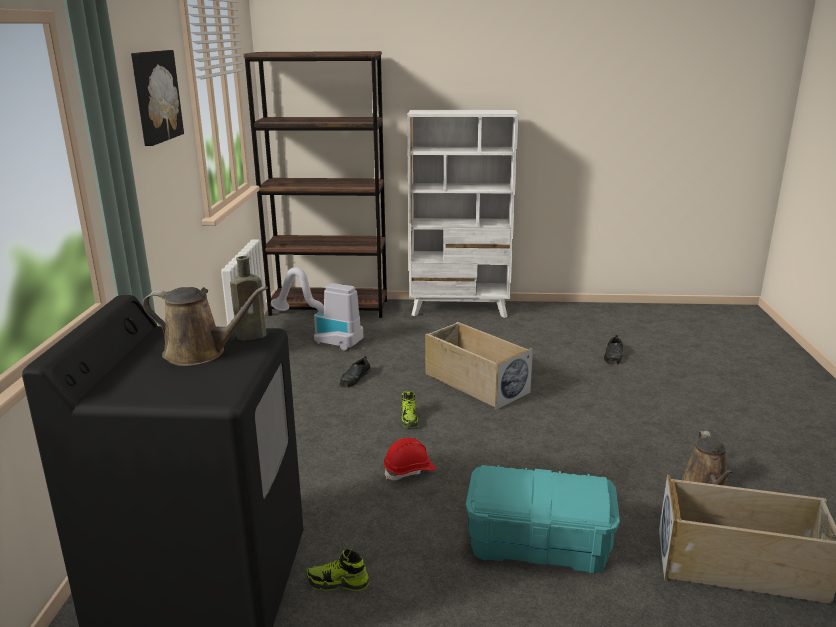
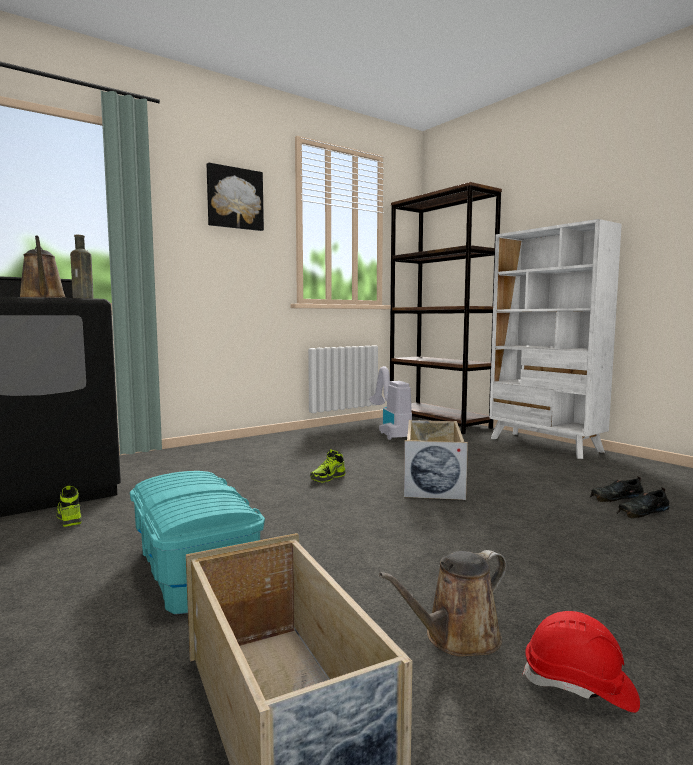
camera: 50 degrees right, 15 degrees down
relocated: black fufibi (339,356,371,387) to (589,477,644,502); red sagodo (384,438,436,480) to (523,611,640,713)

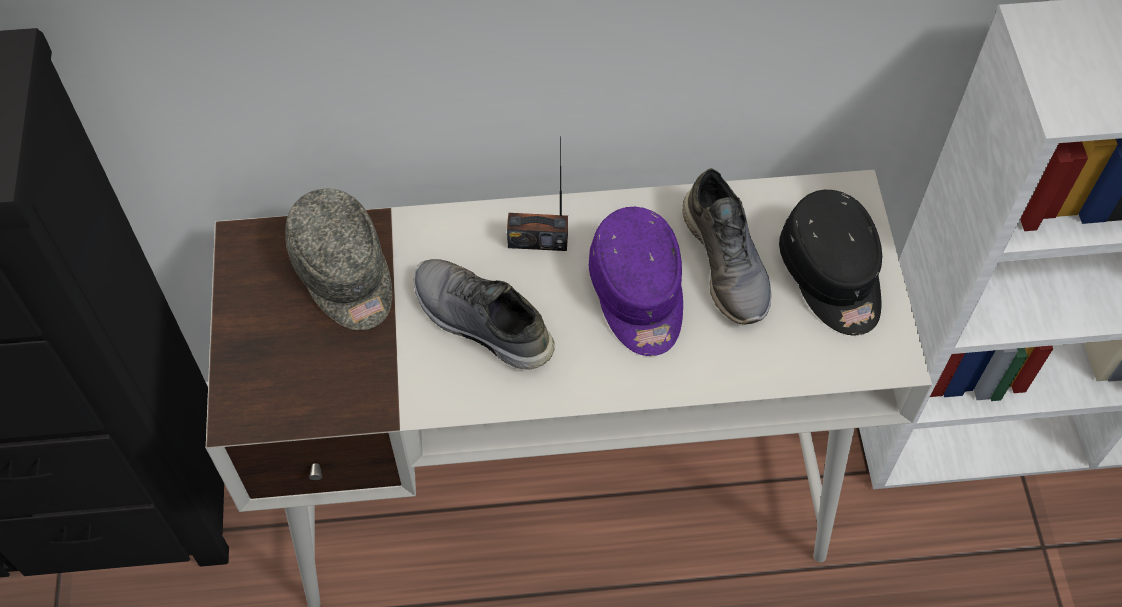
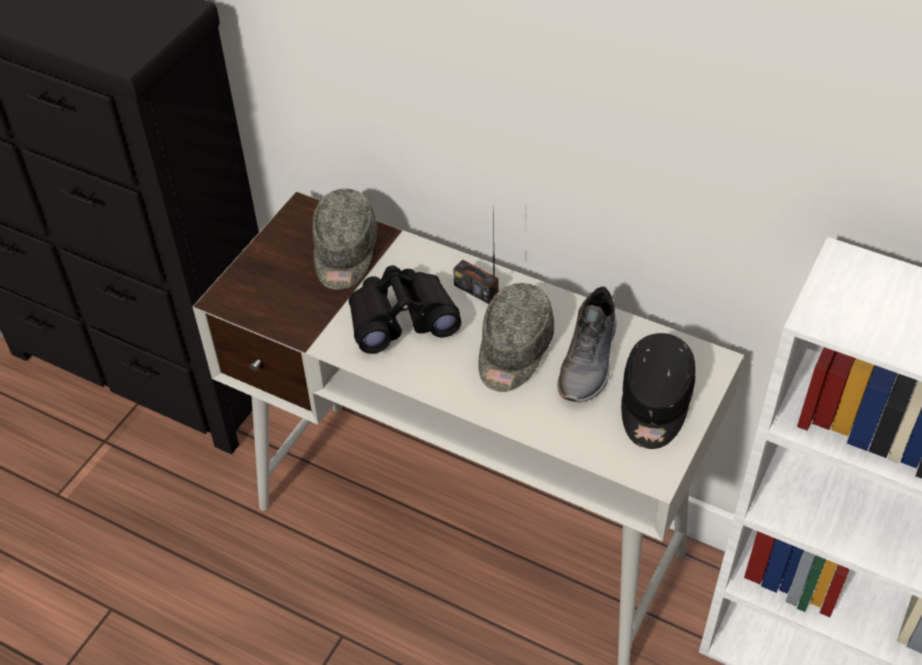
camera: 35 degrees right, 10 degrees down
exchanged: grey fufibi (413,259,555,369) to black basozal (349,265,461,354)
colour: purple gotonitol (589,207,683,356) to grey gotonitol (478,283,554,392)

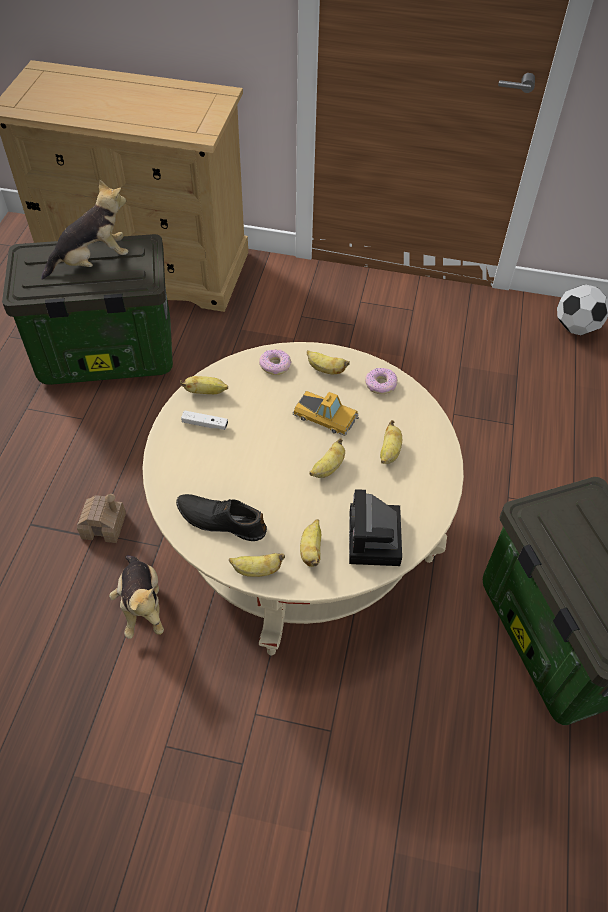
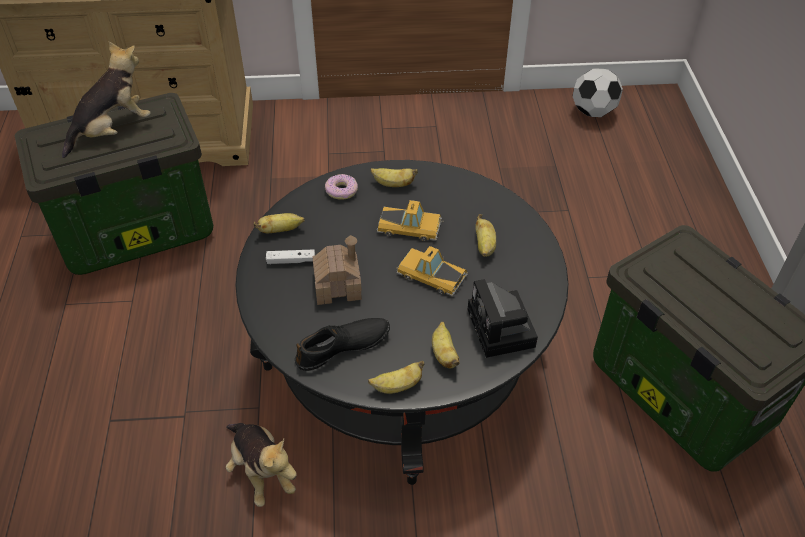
camera: 15 degrees left, 5 degrees down
missing: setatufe (365,368,398,394)
relocated: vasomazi (77,494,126,543) to (313,235,362,305)
exchanged: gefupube (309,438,345,478) to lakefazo (396,246,468,296)
colour: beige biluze (142,342,464,655) to black biluze (235,160,568,485)
spun: black fufibi (176,494,267,541) = (295,318,390,371) 150 degrees clockwise

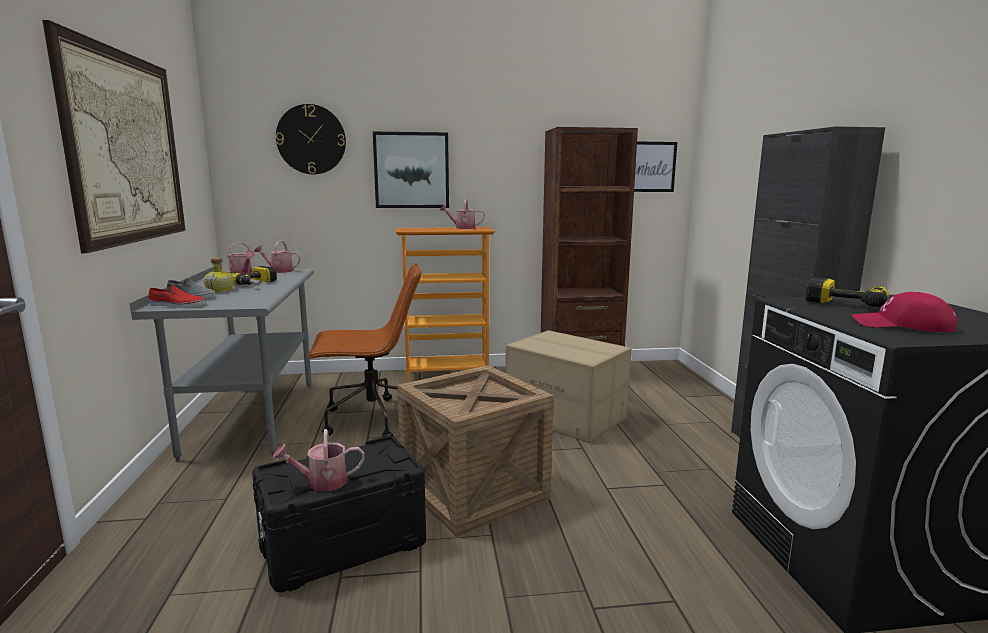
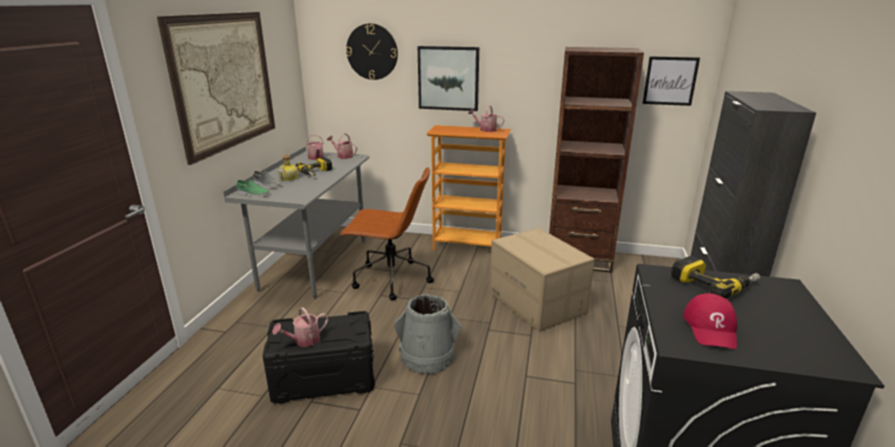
camera: 20 degrees right, 10 degrees up
exchanged: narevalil (397,365,554,537) to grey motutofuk (394,294,462,374)
colour: red fufibi (148,285,205,308) to green fufibi (237,180,269,197)
spun: red gotonitol (851,292,957,332) = (683,293,737,349) 120 degrees counterclockwise; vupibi (272,429,365,492) = (272,307,328,347) 45 degrees counterclockwise

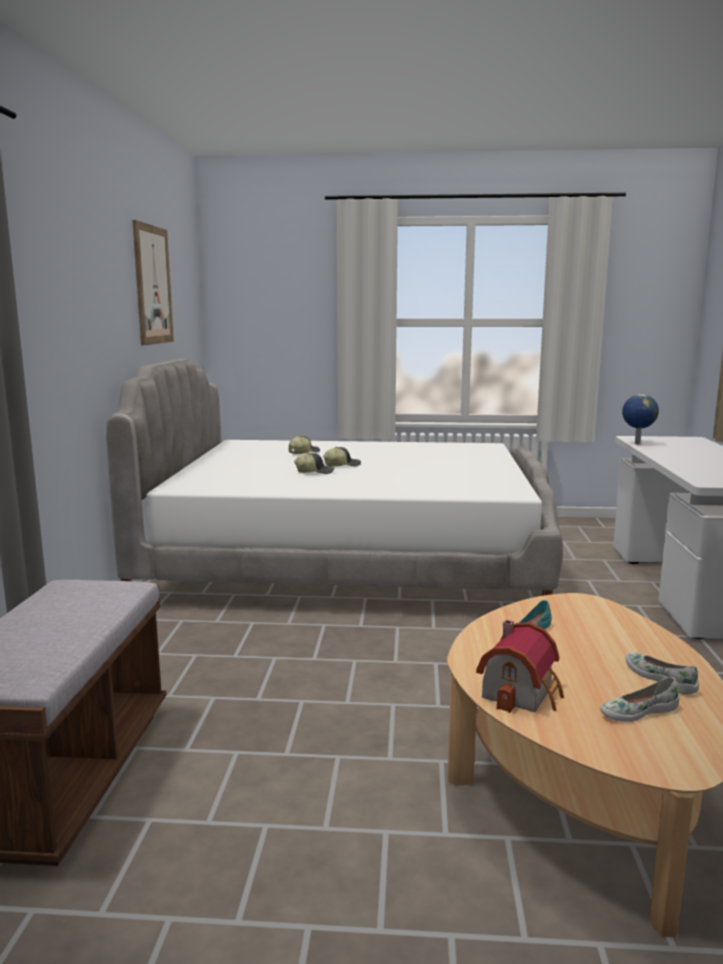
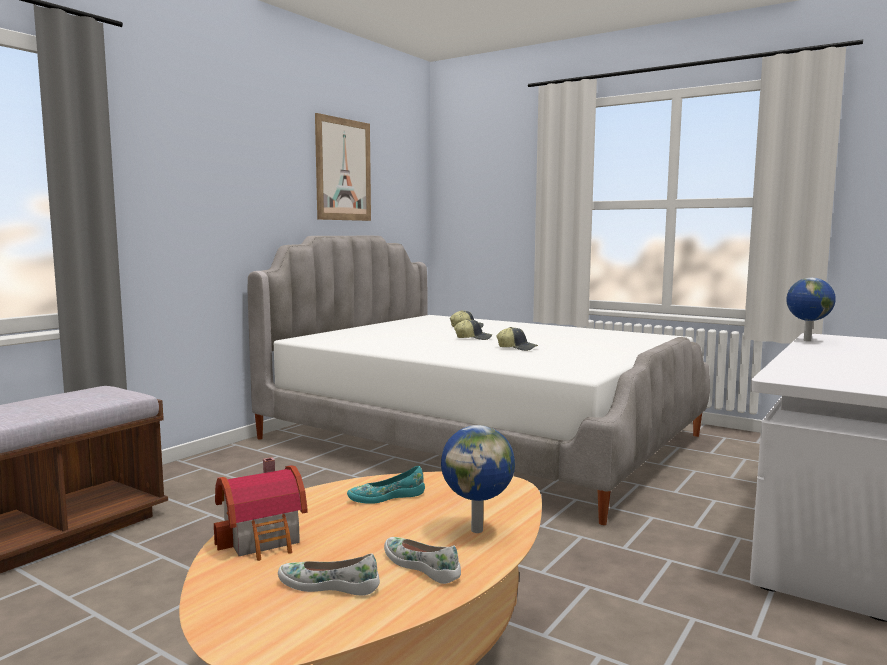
camera: 30 degrees right, 5 degrees down
appeared: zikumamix (441,425,515,533)
relocated: gotonitol (294,452,335,474) to (497,327,538,351)
spun: white fufibi (625,652,699,695) = (384,537,461,584) 45 degrees counterclockwise

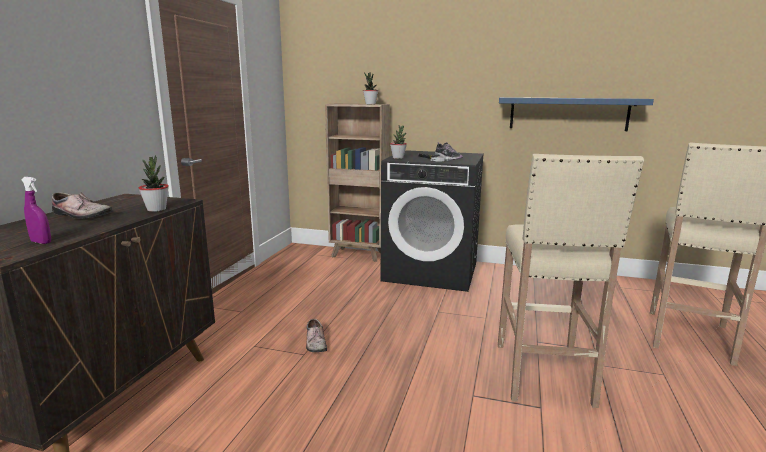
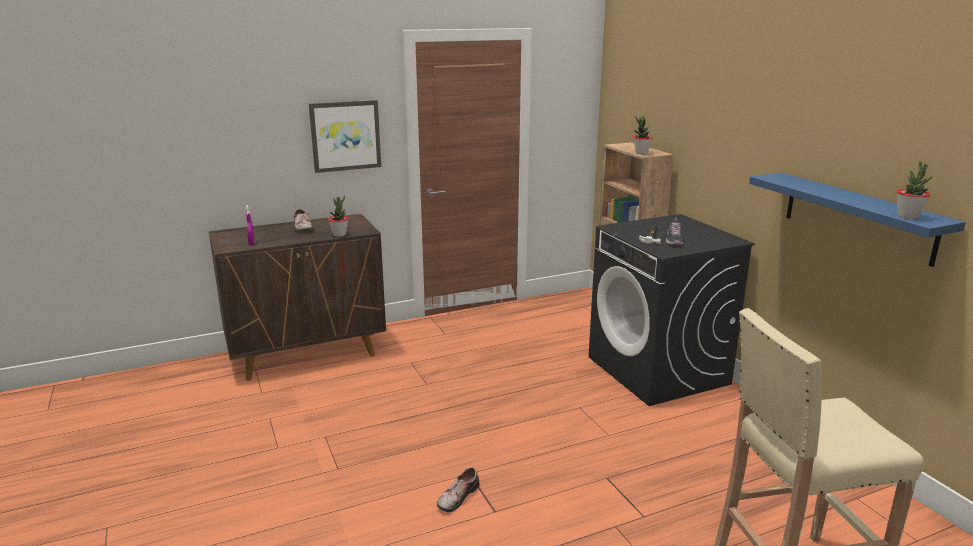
camera: 50 degrees right, 5 degrees up
missing: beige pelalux (498,154,644,408)
appeared: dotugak (309,100,381,173)
relocated: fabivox (390,125,407,159) to (897,161,933,219); fufibi (306,319,327,352) to (437,467,480,512)

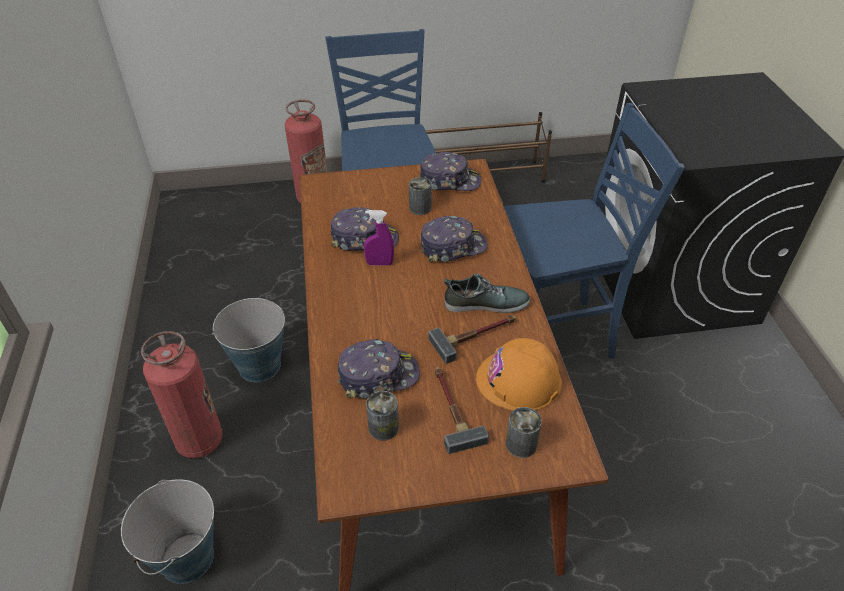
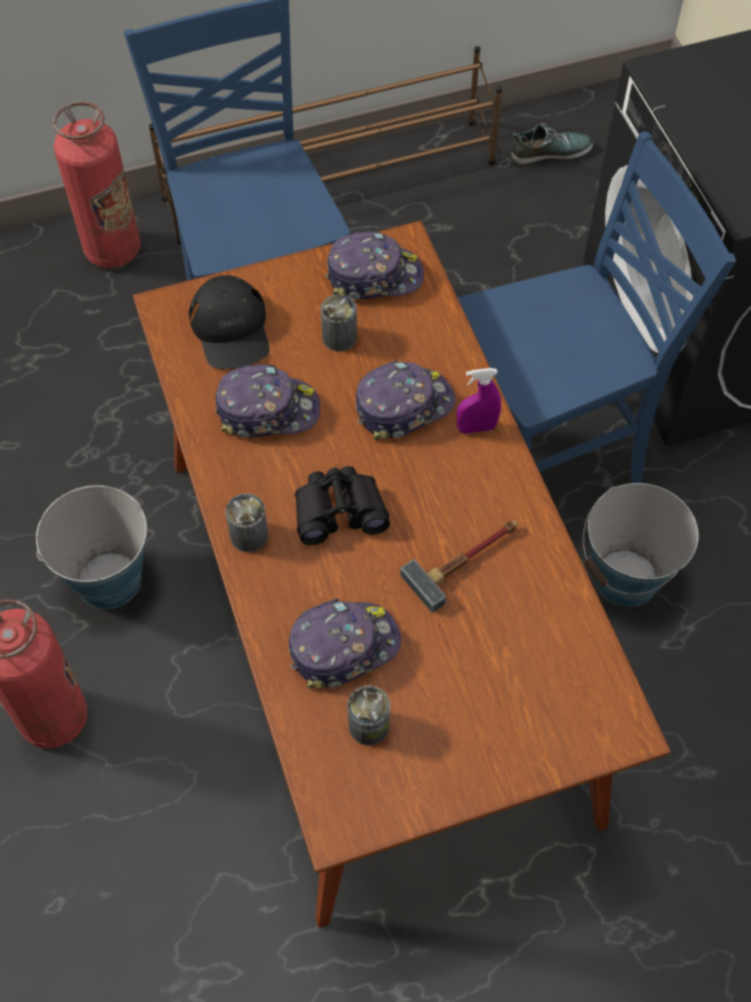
camera: 10 degrees left, 15 degrees up
missing: orange sagodo (476,338,562,411); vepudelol (435,367,489,454)
appeared: black gotonitol (189,275,270,369); black basozal (295,466,390,545)
relocated: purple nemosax (364,210,394,266) to (457,368,501,434); fufibi (444,274,530,313) to (511,123,593,164); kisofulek (506,407,542,458) to (225,493,268,553); motutofuk (121,479,214,584) to (583,483,698,607)

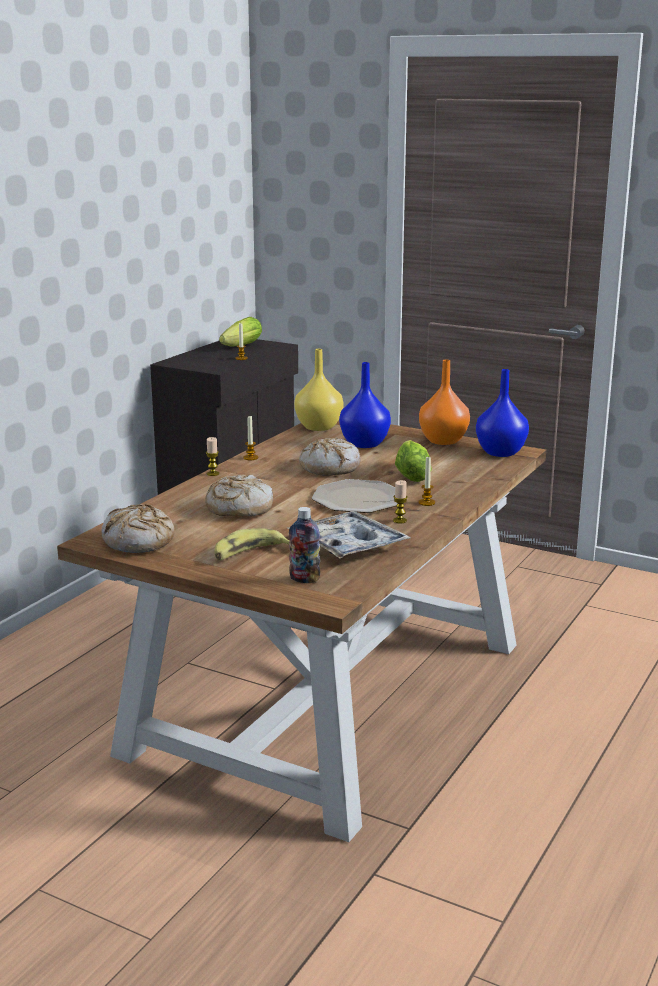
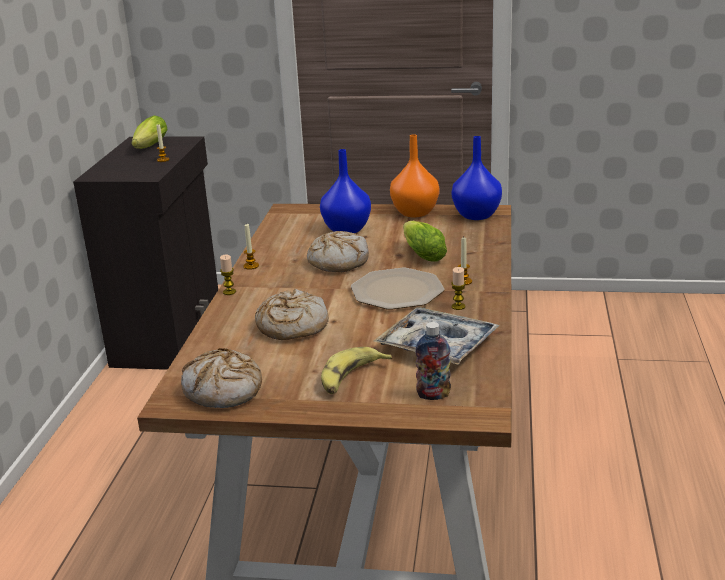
camera: 20 degrees left, 5 degrees up
missing: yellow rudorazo (294,349,344,431)

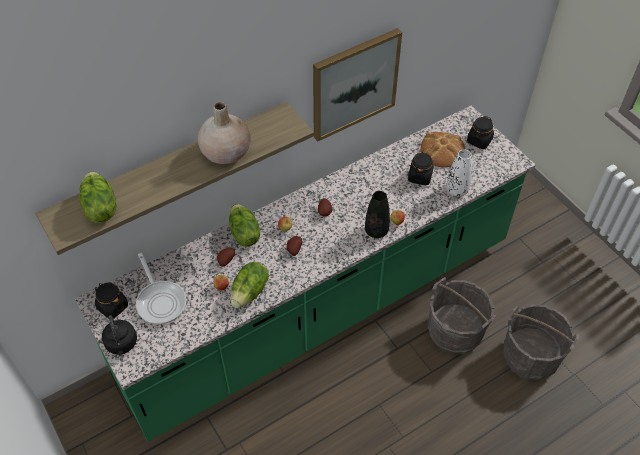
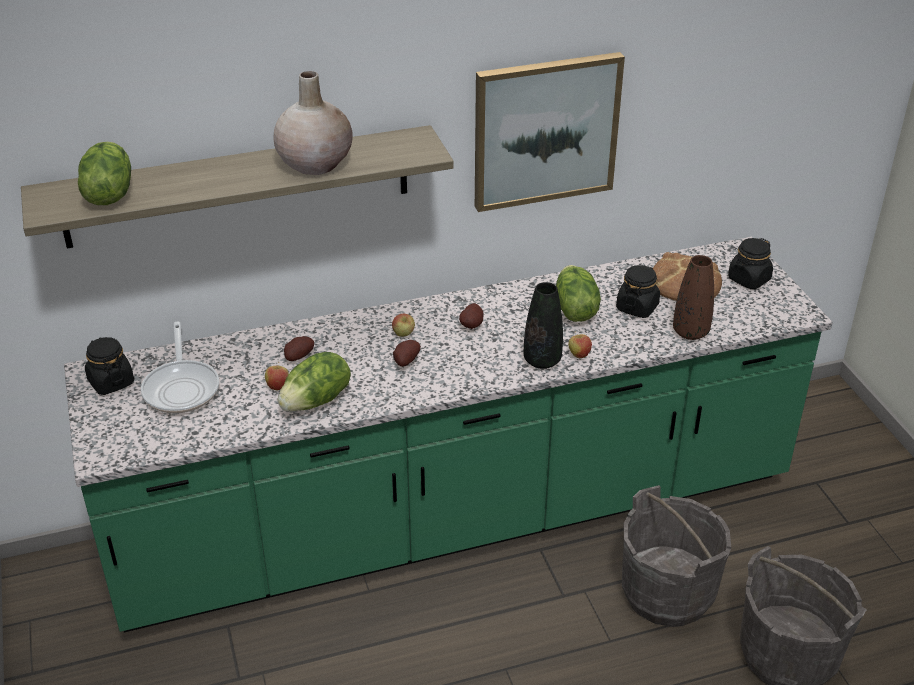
camera: 15 degrees right, 15 degrees down
missing: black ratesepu (102,315,137,356)
relocated: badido (229,204,260,247) to (556,265,601,322)
colour: white rudorazo (446,149,472,196) to brown rudorazo (673,255,714,340)

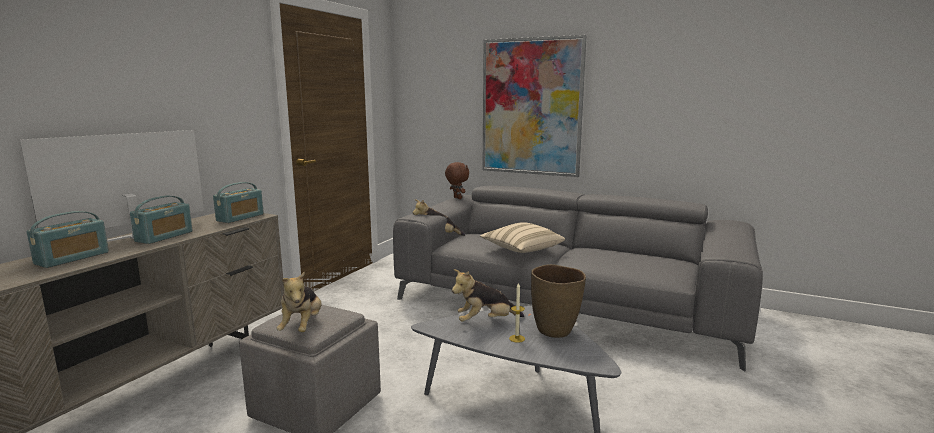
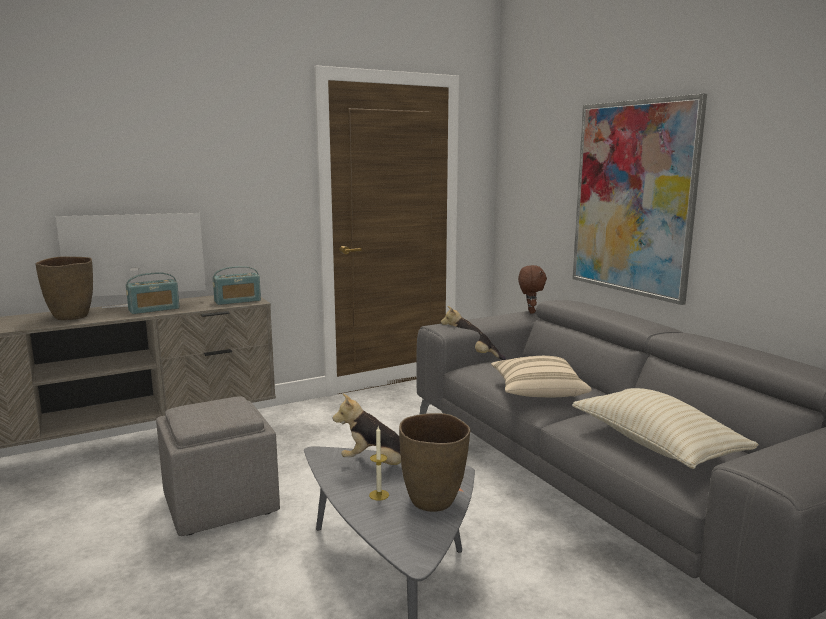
camera: 35 degrees right, 0 degrees up
missing: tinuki (277,271,321,332)
appeared: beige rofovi (572,388,759,469)
exchanged: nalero (27,211,109,268) to brown rudorazo (35,256,93,320)

